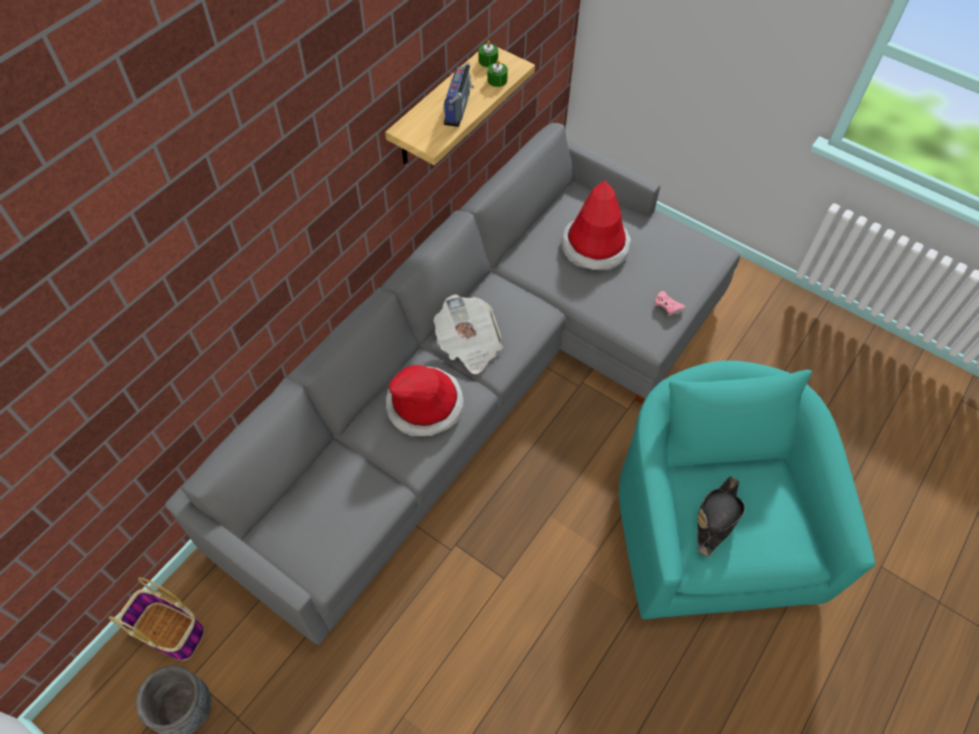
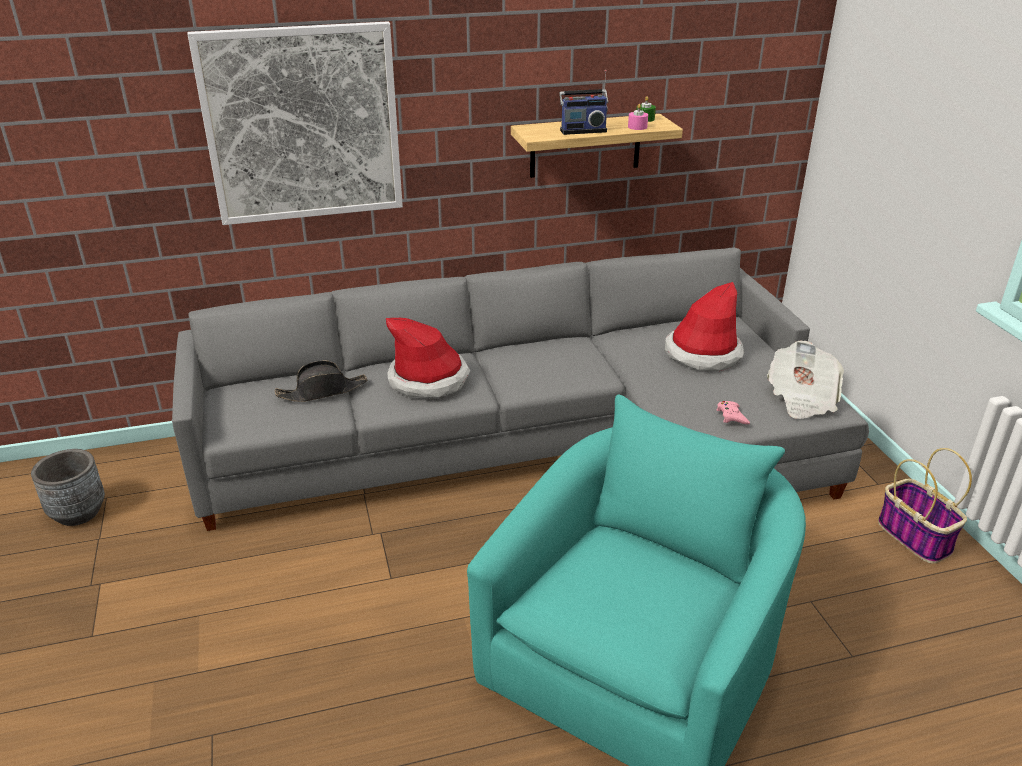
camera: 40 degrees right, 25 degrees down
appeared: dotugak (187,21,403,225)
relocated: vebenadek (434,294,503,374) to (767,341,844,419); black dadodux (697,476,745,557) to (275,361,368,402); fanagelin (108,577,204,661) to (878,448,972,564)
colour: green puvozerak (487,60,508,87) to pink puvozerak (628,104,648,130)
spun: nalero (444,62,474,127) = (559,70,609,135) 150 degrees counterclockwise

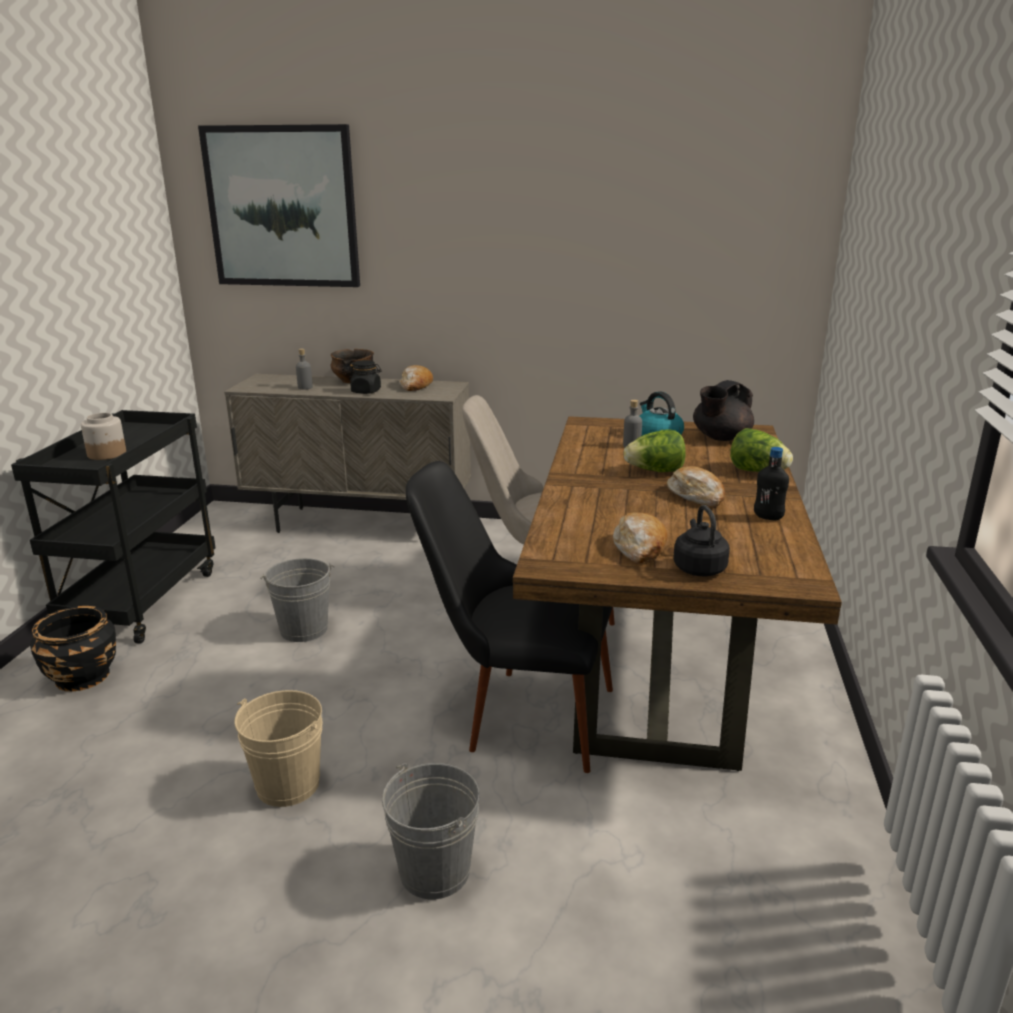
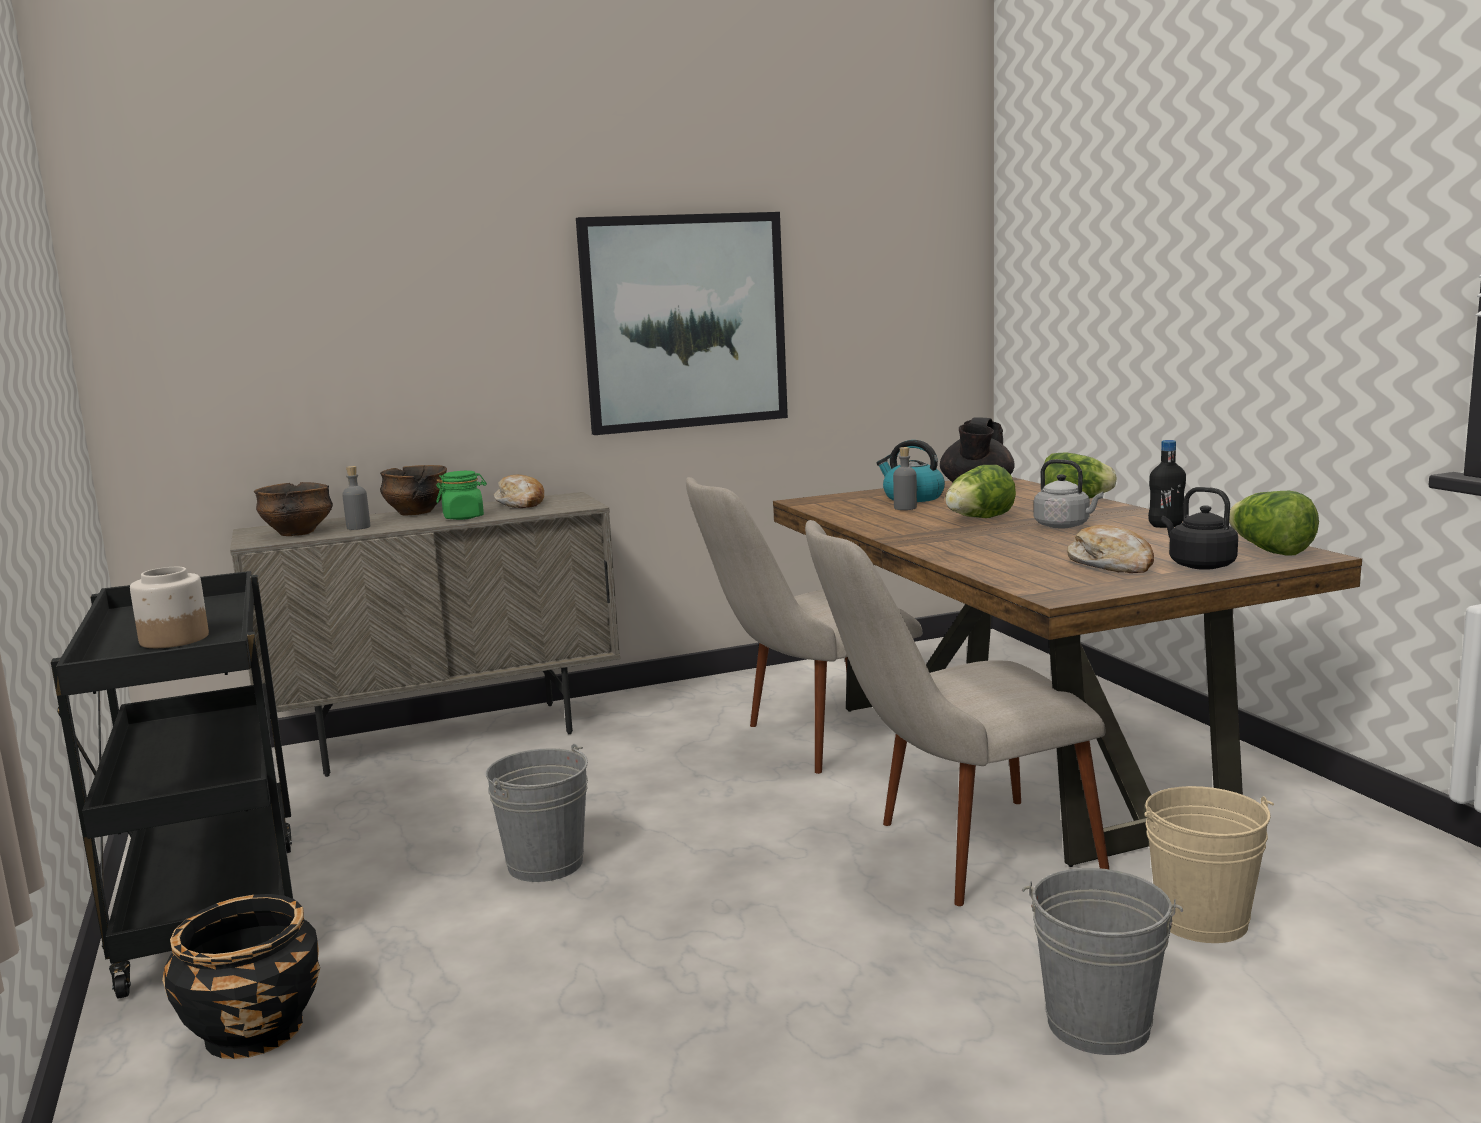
camera: 30 degrees left, 10 degrees down
appeared: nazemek (254,482,333,536); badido (1229,491,1319,556)
relocated: dotugak (198,124,360,287) to (576,212,788,435); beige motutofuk (234,690,323,807) to (1144,786,1274,943)
exchanged: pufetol (667,466,725,507) to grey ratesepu (1034,459,1103,528)
colour: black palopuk (349,360,382,394) to green palopuk (436,471,487,520); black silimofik (406,461,613,773) to beige silimofik (805,520,1110,906)

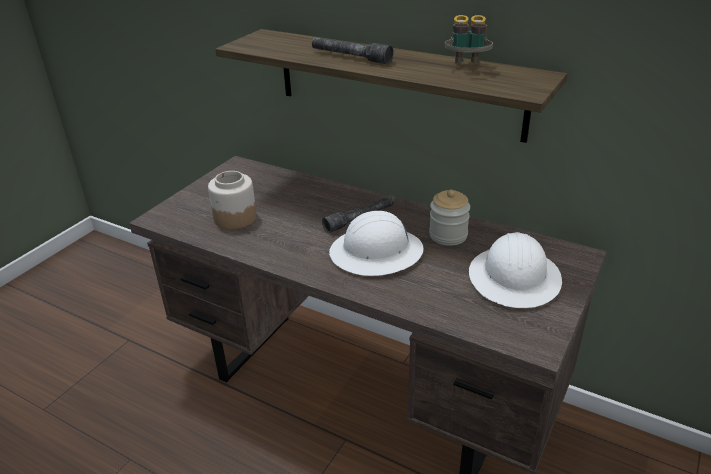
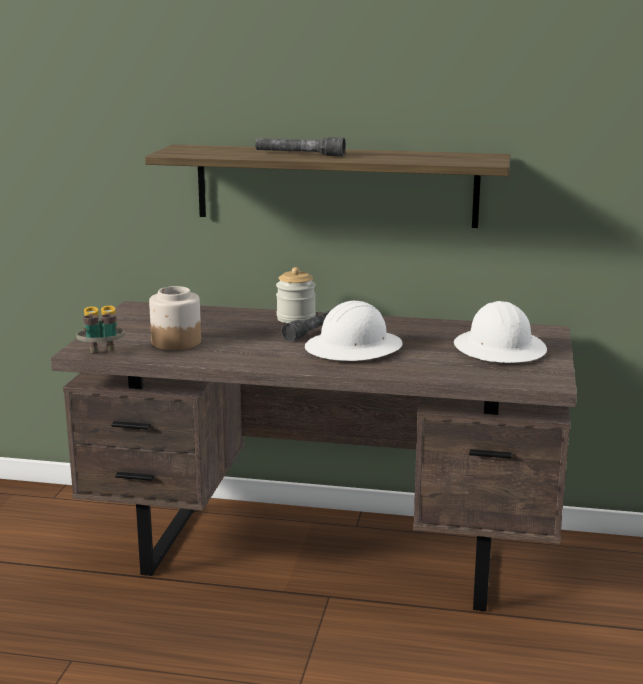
camera: 20 degrees left, 15 degrees down
relocated: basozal (444,15,493,64) to (76,305,125,353); palopuk (429,190,470,246) to (276,267,316,323)

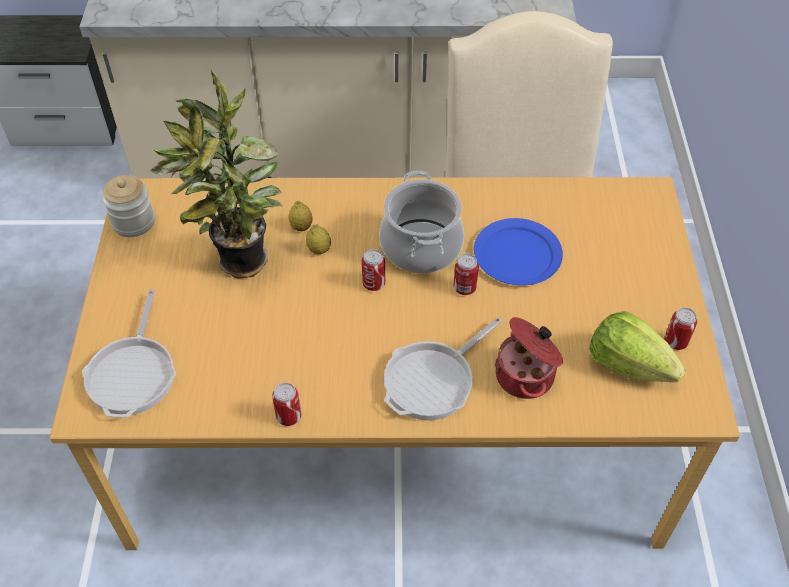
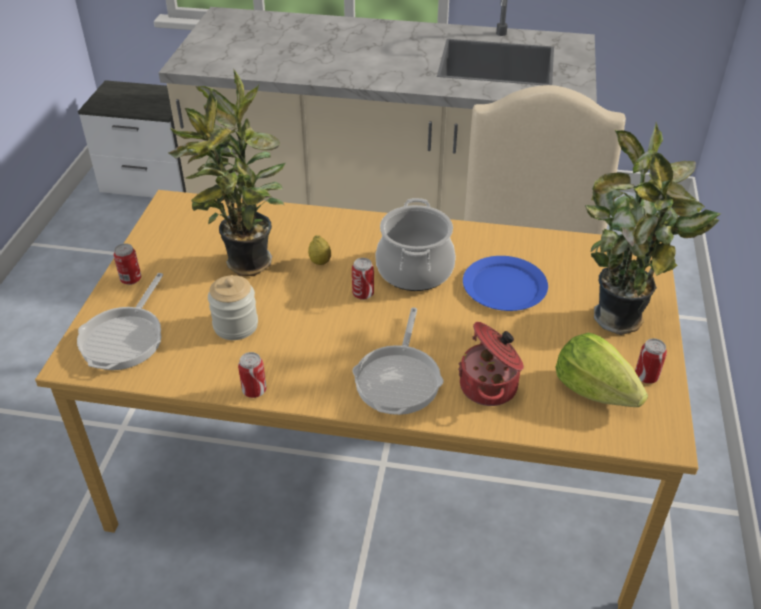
camera: 10 degrees right, 10 degrees down
missing: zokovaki (288,201,313,231)
appeared: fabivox (585,122,721,335)
relocated: palopuk (102,175,155,237) to (208,275,258,340); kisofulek (454,254,479,295) to (114,243,141,285)
spun: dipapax (384,317,502,421) = (352,307,444,415) 45 degrees counterclockwise

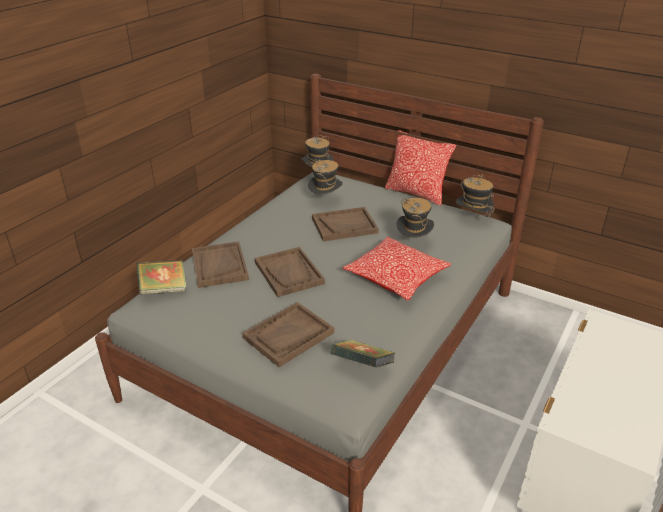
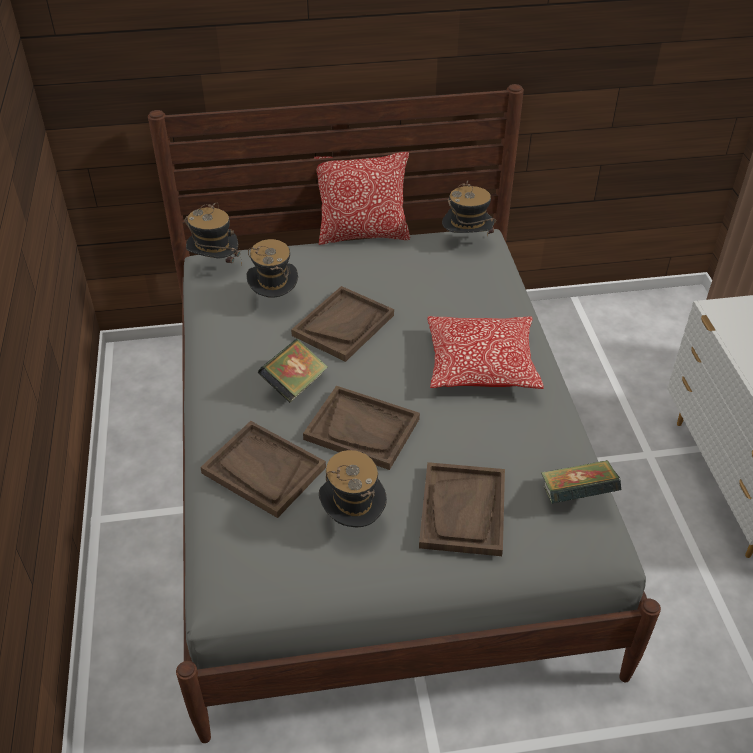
camera: 40 degrees left, 10 degrees up
relocated: dadodux (396,198,434,238) to (319,450,387,528); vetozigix (136,260,187,294) to (258,339,328,403)

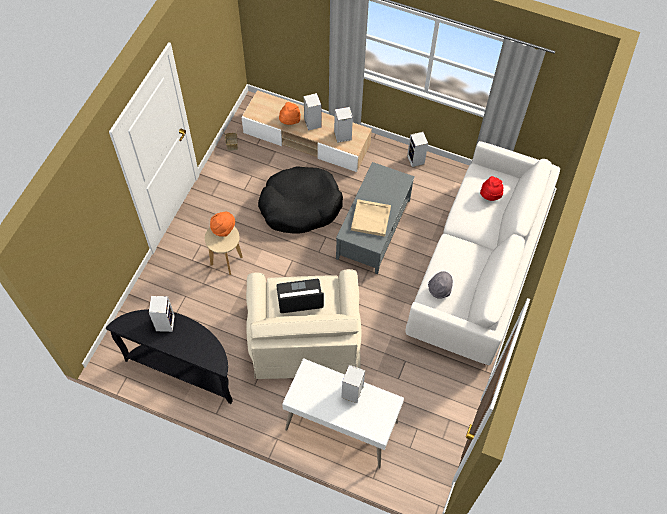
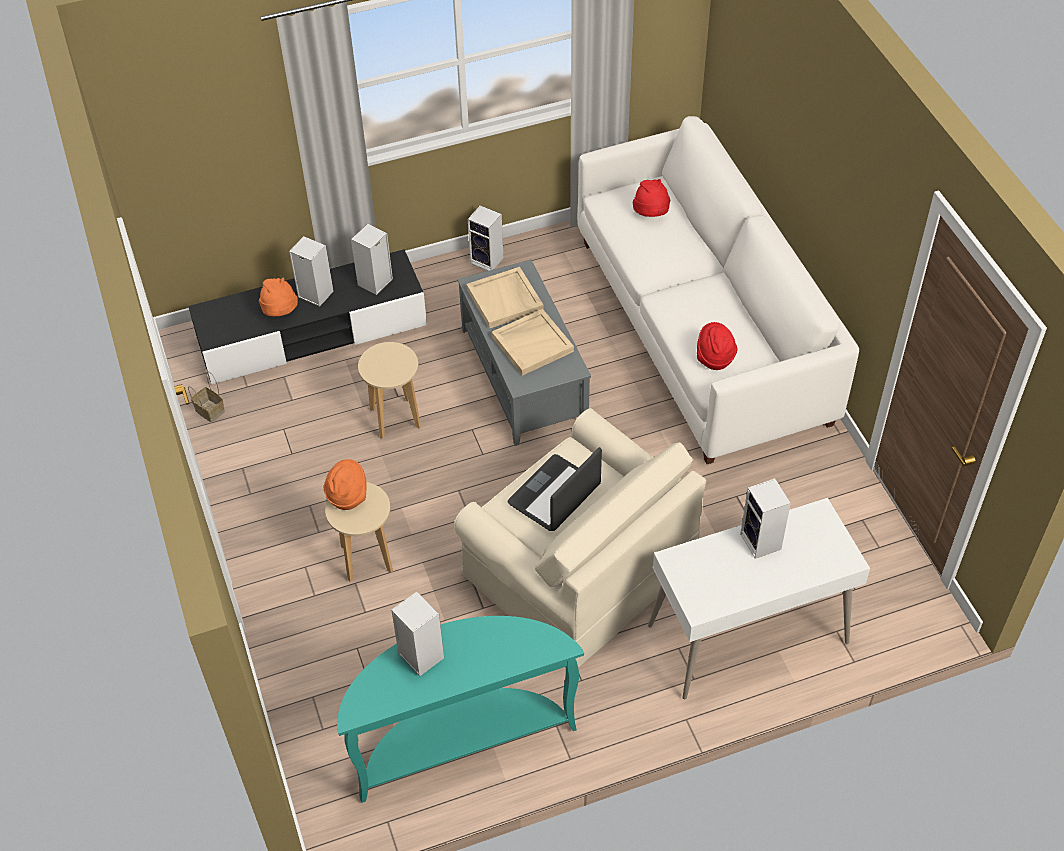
camera: 40 degrees left, 10 degrees down
appeared: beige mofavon (467,267,543,329)
exchanged: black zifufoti (258,166,343,234) to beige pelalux (358,342,421,439)
colour: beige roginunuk (241,90,372,172) to black roginunuk (188,249,427,384); grey dadodux (428,271,453,299) to red dadodux (697,322,737,370); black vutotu (106,309,233,404) to turquoise vutotu (337,616,584,803)

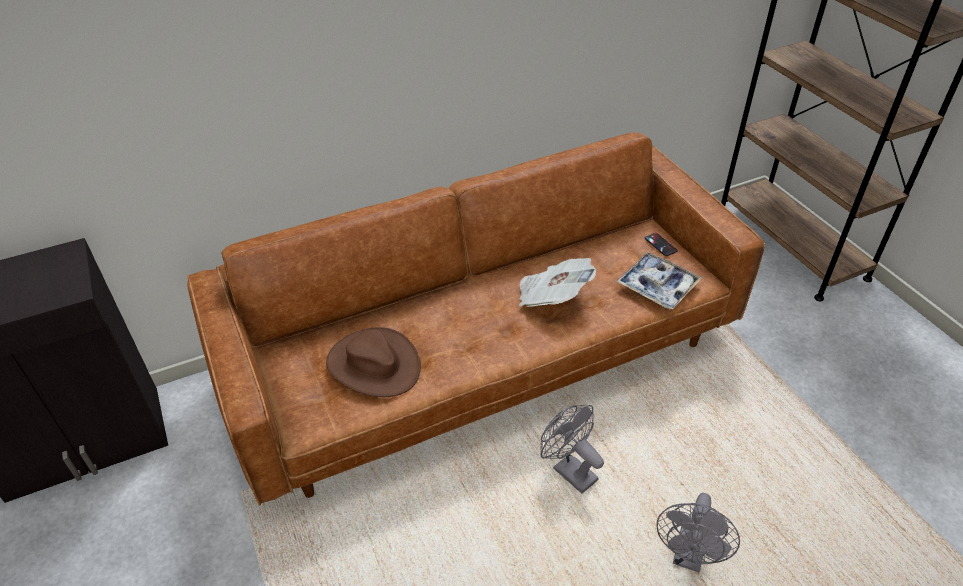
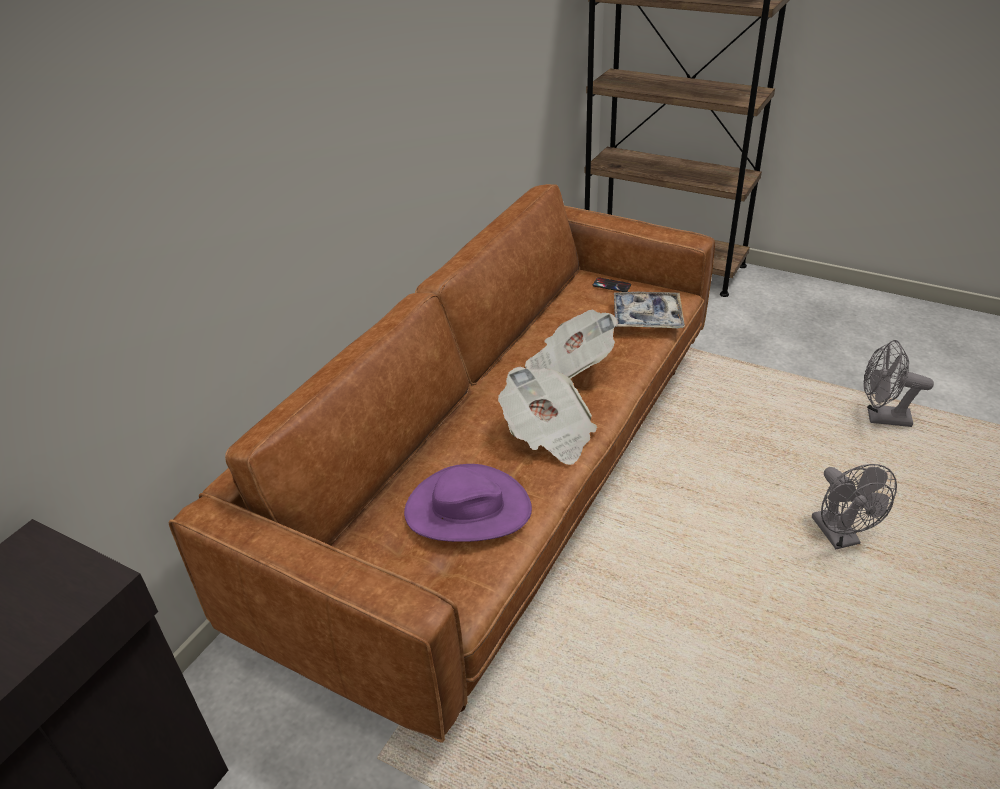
camera: 35 degrees left, 5 degrees down
appeared: vebenadek (498,367,597,465)
relocated: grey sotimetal (541,405,604,494) to (863,340,934,427)
colour: brown dadodux (326,327,421,397) to purple dadodux (404,464,532,542)

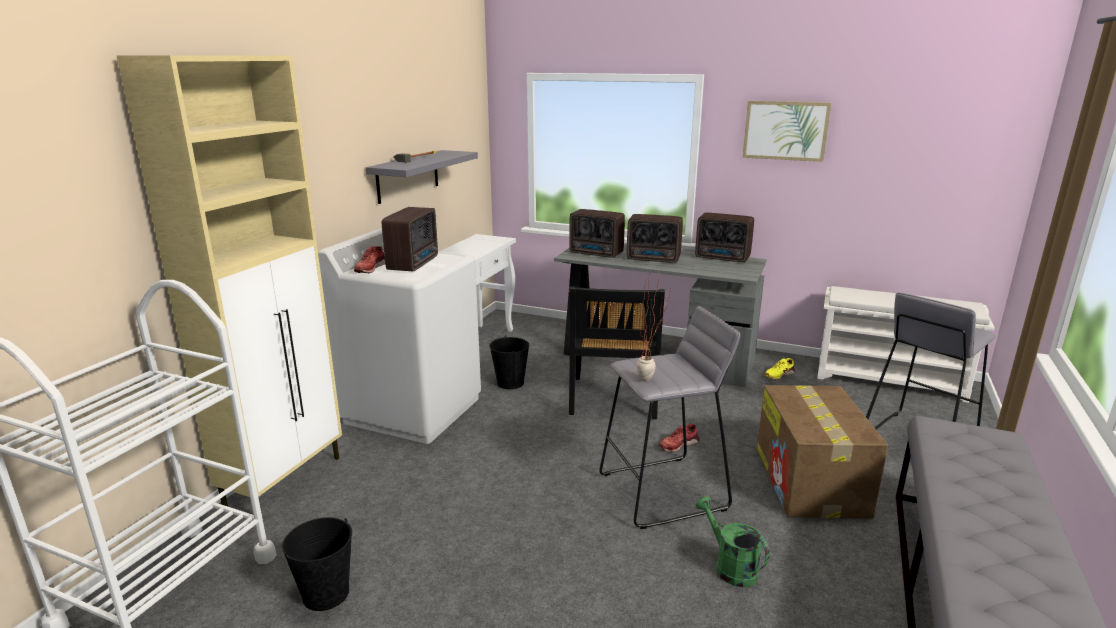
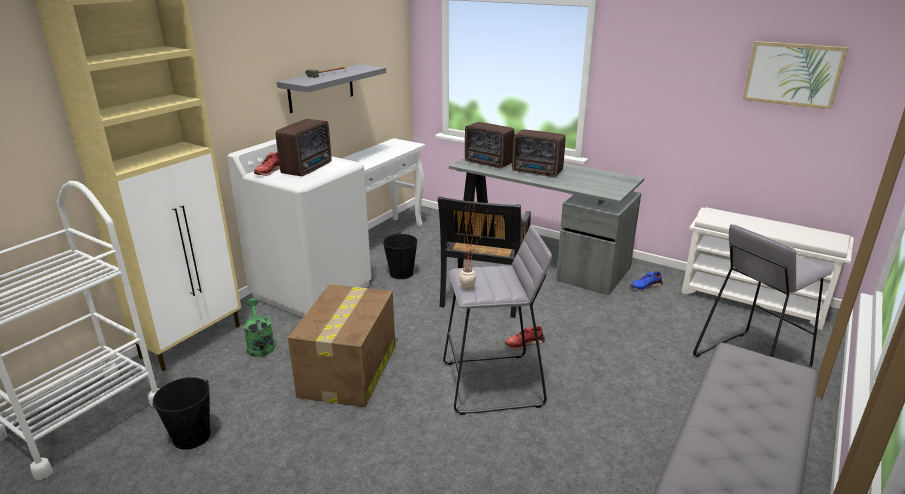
camera: 10 degrees right, 5 degrees up
missing: nalero (695,213,754,262)
relocated: dotugak (742,101,831,162) to (742,41,848,110); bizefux (757,385,888,519) to (288,284,395,407); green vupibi (695,496,770,587) to (243,298,275,357)
colour: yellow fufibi (764,358,795,380) to blue fufibi (631,271,663,291)

